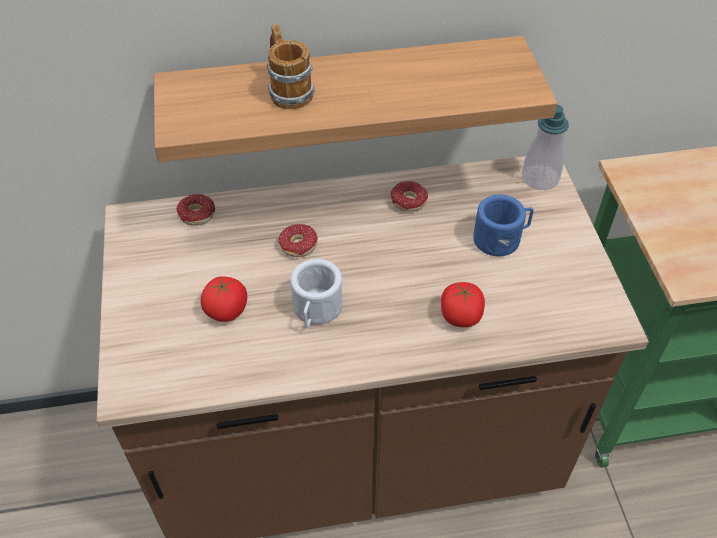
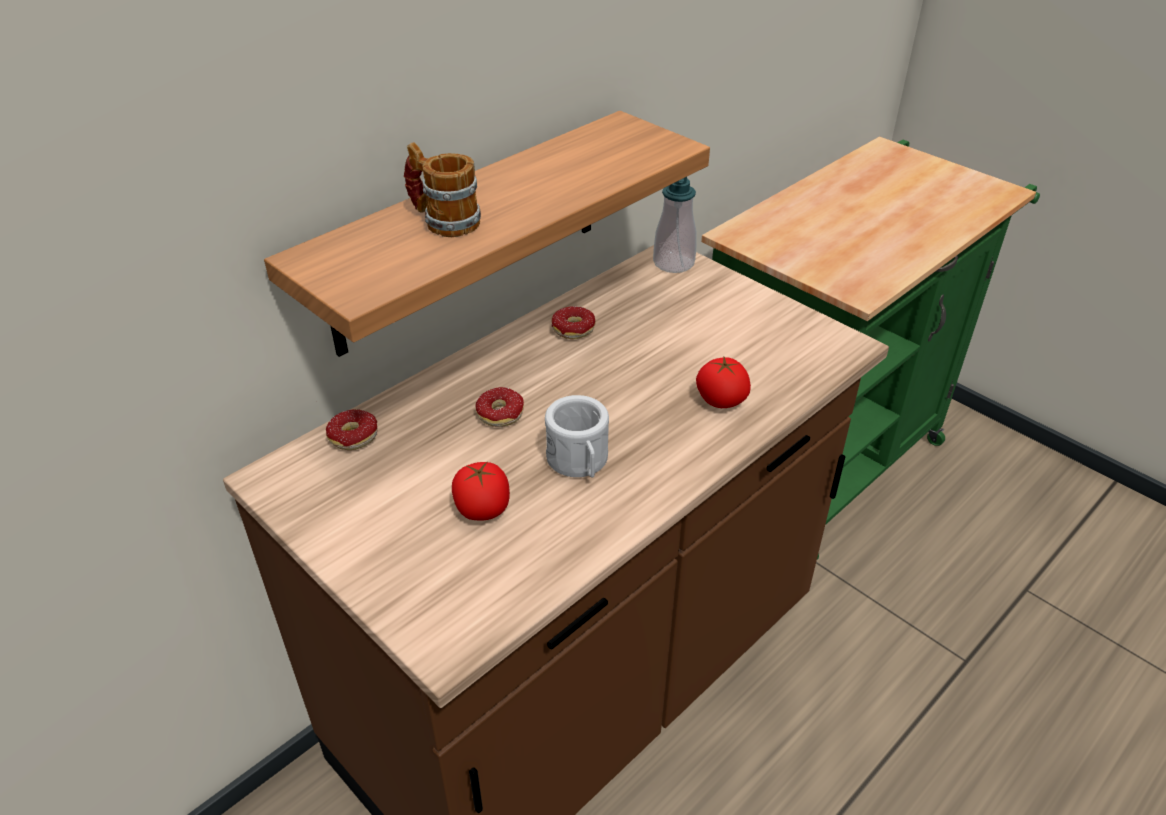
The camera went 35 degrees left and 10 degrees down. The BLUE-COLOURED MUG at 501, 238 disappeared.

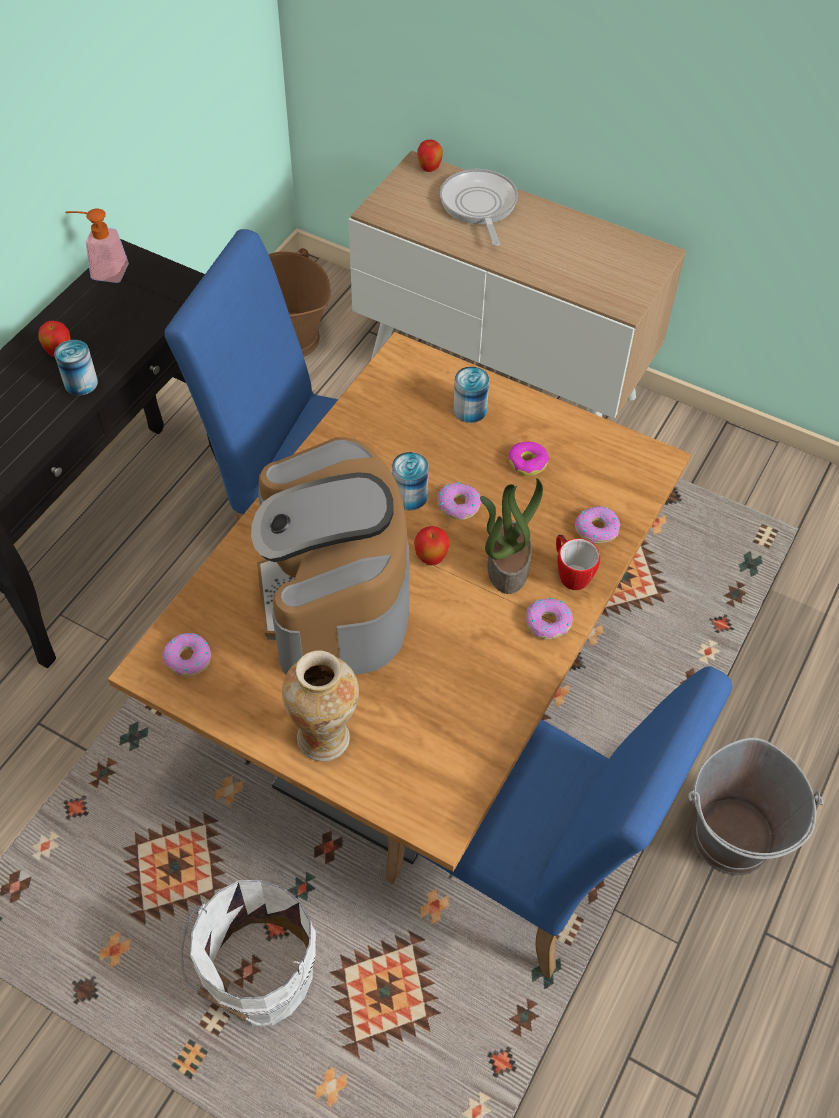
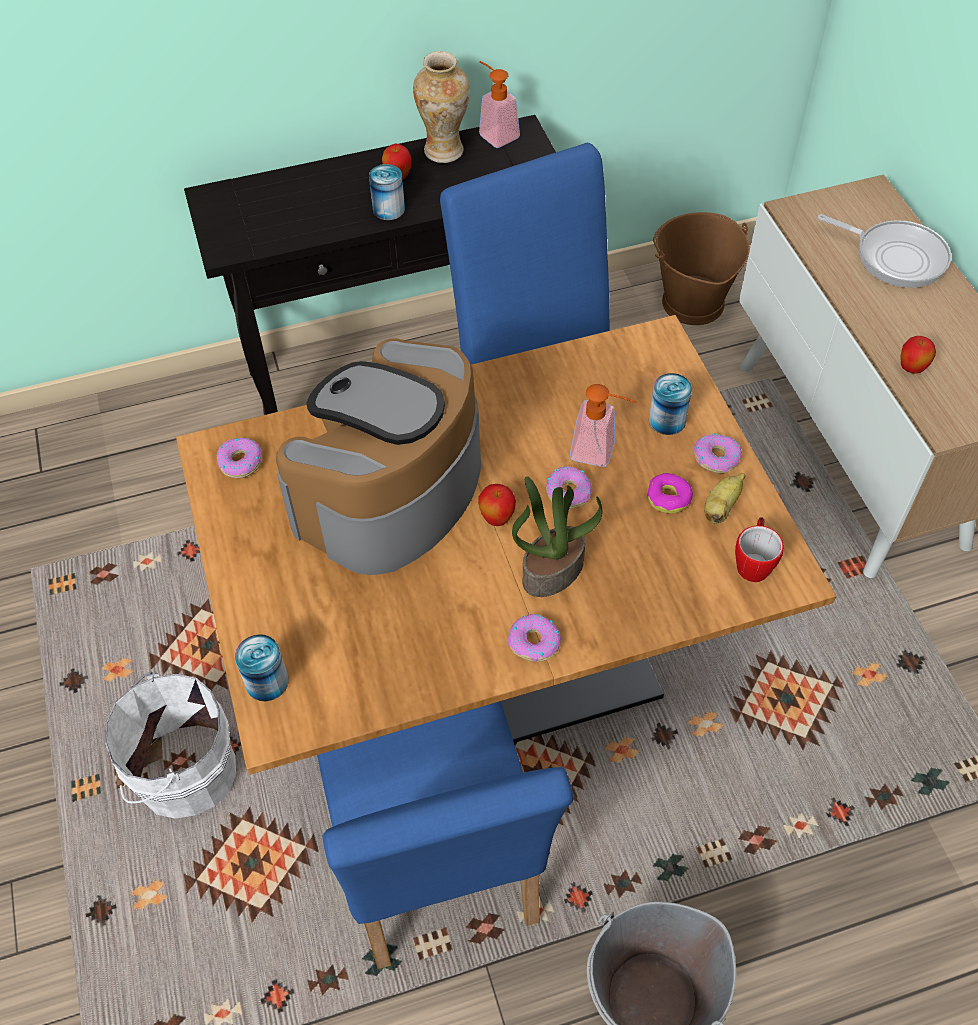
The camera went 45 degrees right and 0 degrees up. The CAN moved from 409, 496 to 267, 681. The DECORATIVE VASE moved from 325, 738 to 444, 151. The SOAP DISPENSER at 601, 452 appeared. The DOUGHNUT moved from 596, 529 to 716, 457. The BANANA at 721, 507 appeared. The MUG moved from 570, 573 to 753, 562. The FRYING PAN at 479, 206 turned 90 degrees clockwise. The APPLE moved from 429, 169 to 911, 369.

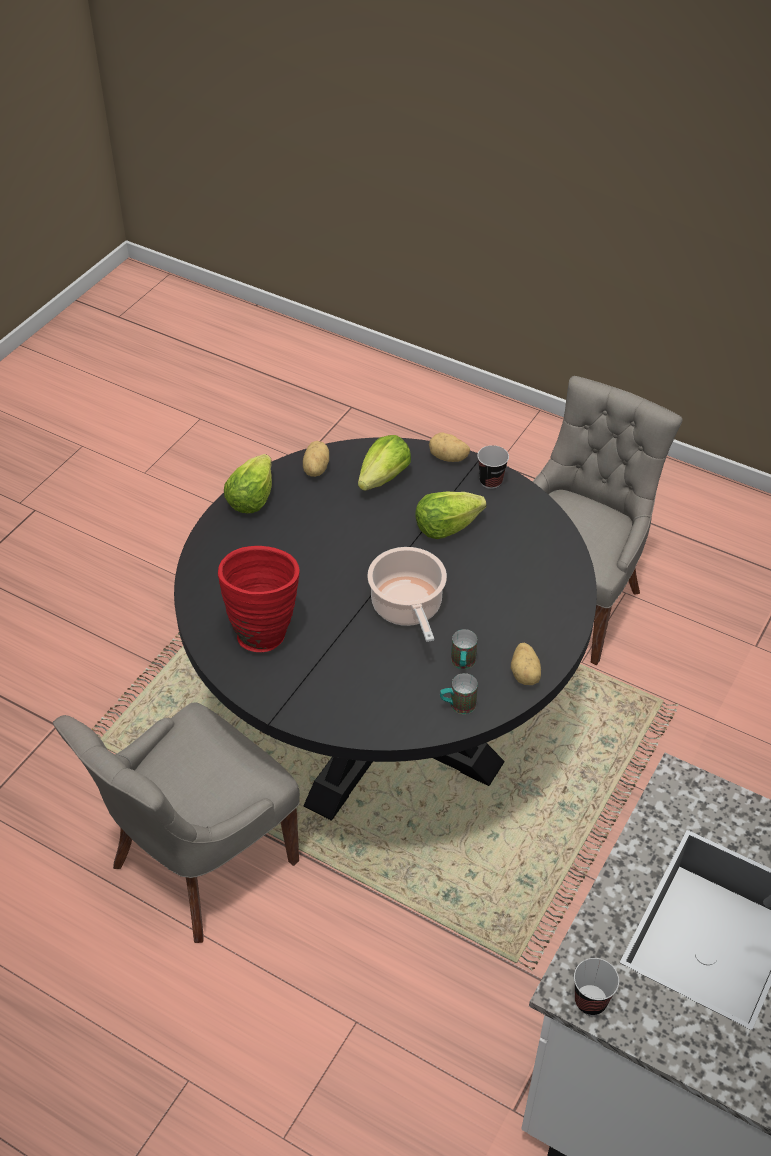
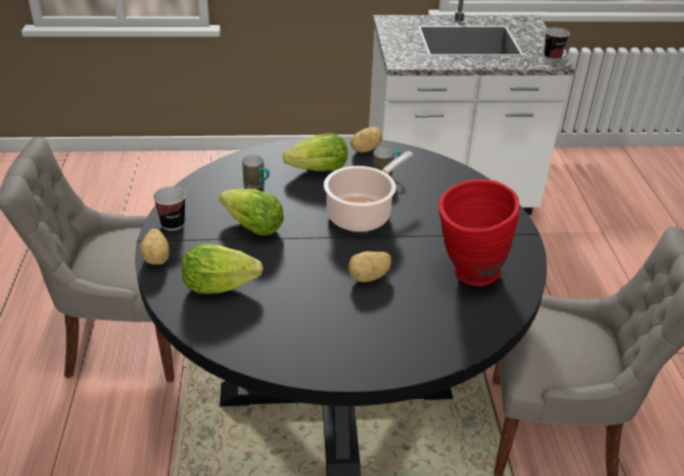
The camera went 125 degrees left and 10 degrees down. The MUG moved from 457, 705 to 257, 185. The LETTUCE moved from 251, 499 to 319, 170. The SPUD moved from 315, 469 to 369, 277.

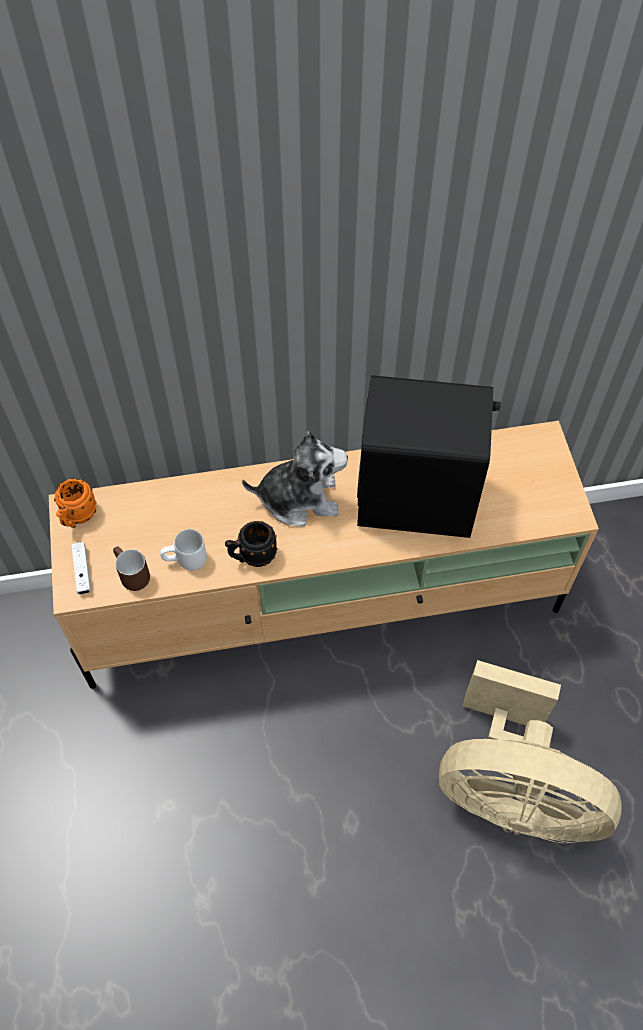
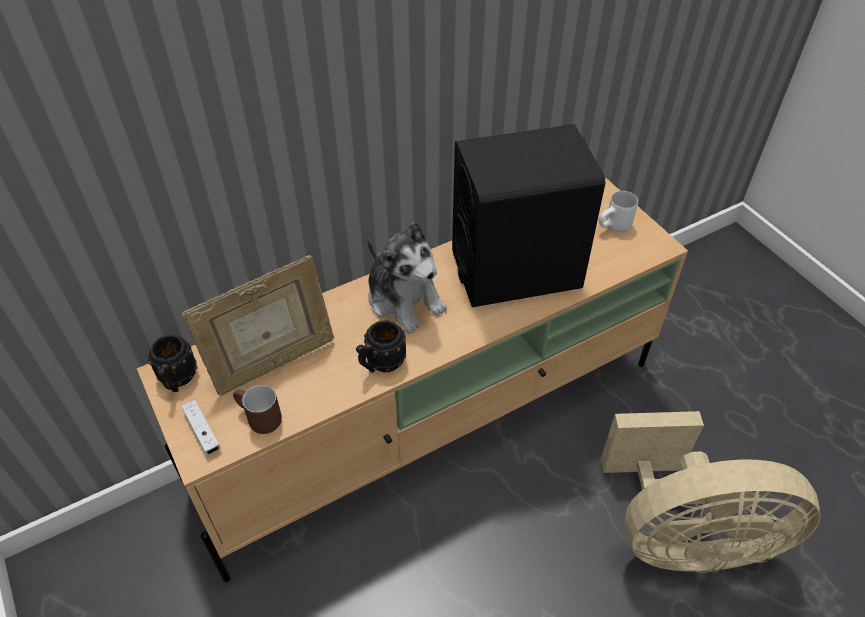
The camera went 20 degrees left and 10 degrees down. The ORANGE-COLOURED MUG at 77, 517 became the BLACK-COLOURED MUG at 177, 380. The STANDING FRAME at 273, 363 appeared. The SOFT TOY at 299, 498 turned 75 degrees clockwise. The WHITISH MUG moved from 186, 562 to 614, 228.

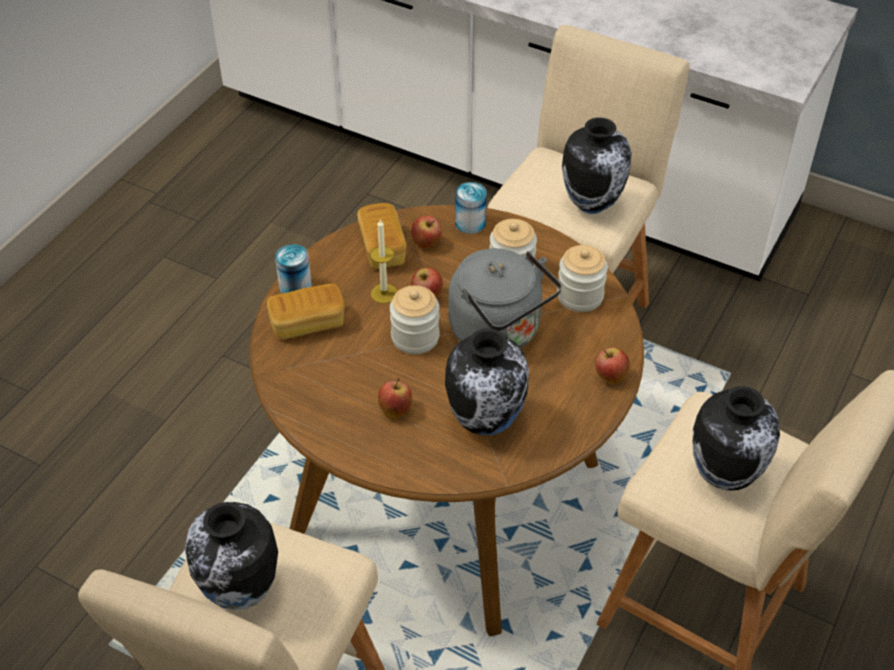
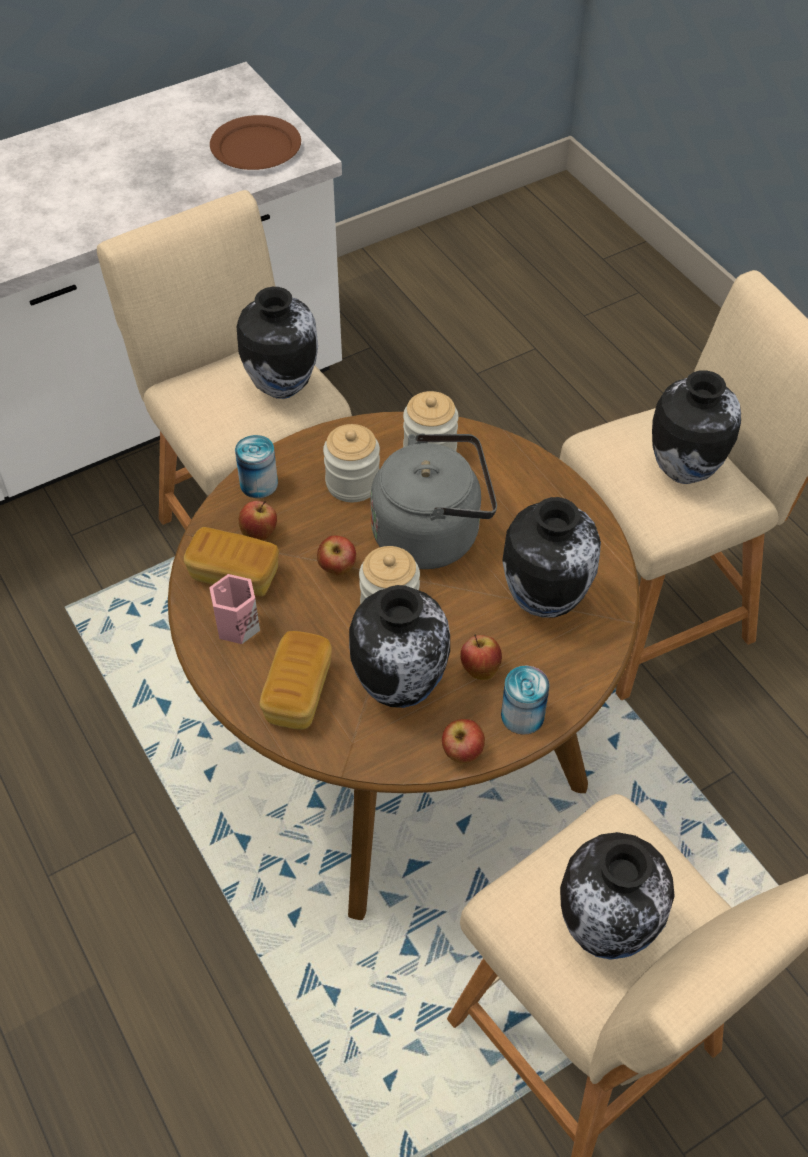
The camera went 60 degrees left and 5 degrees up. The PINK-COLOURED MUG at 235, 624 appeared. The BROWNISH FLAT DISH at 256, 147 appeared. The DECORATIVE VASE at 401, 688 appeared. The APPLE moved from 610, 376 to 462, 753. The CAN moved from 295, 286 to 522, 715. The WAX LIGHT at 384, 293 disappeared.

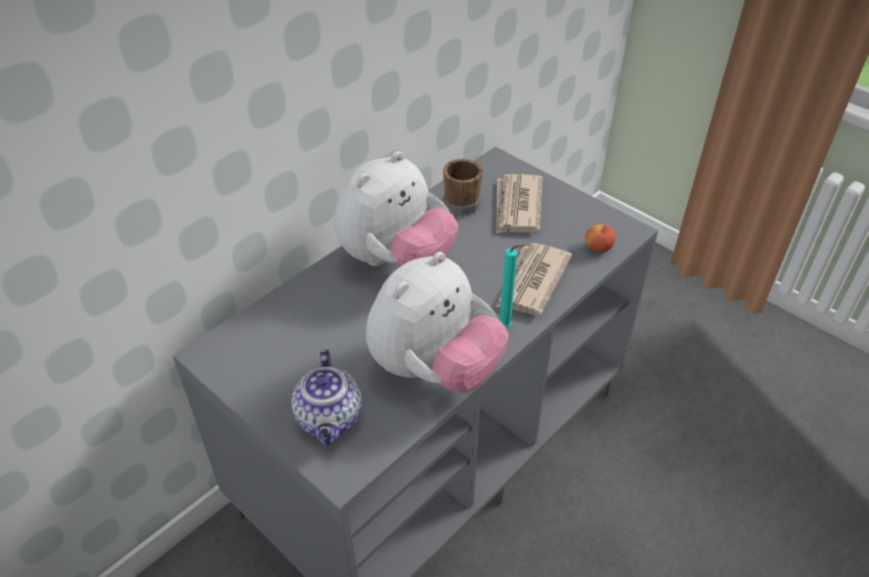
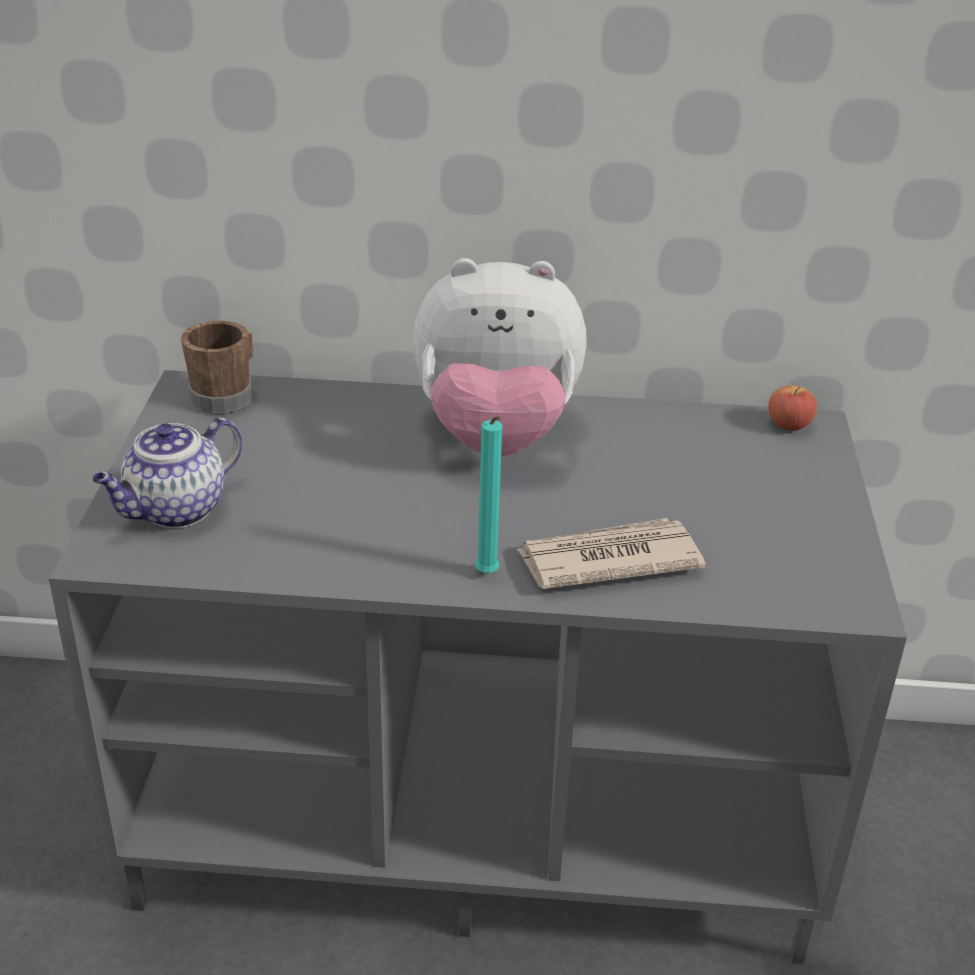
The camera went 50 degrees right and 10 degrees down. The BROWNISH MUG moved from 459, 202 to 226, 395. The APPLE moved from 598, 248 to 789, 425. The SOFT TOY at 435, 369 disappeared. The NEWSPAPER at 517, 207 disappeared.

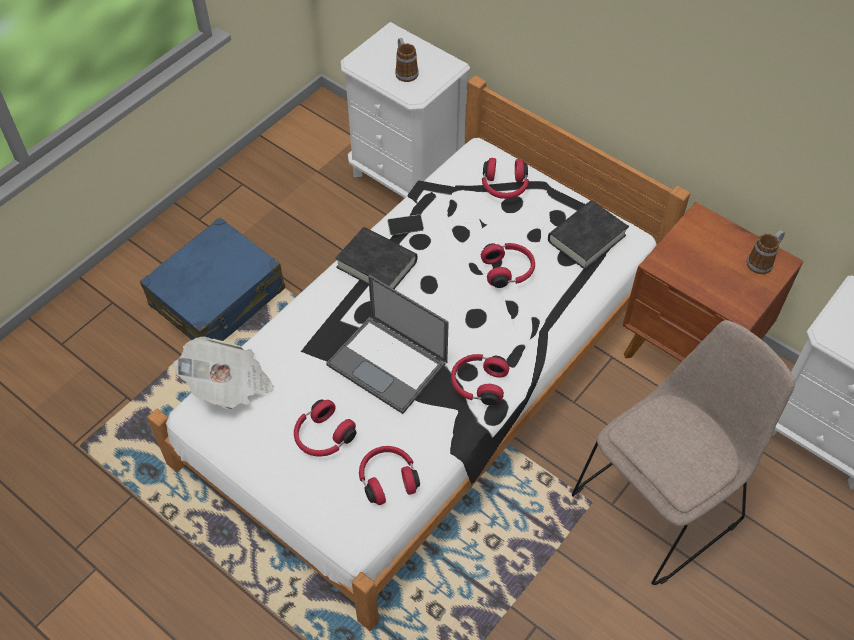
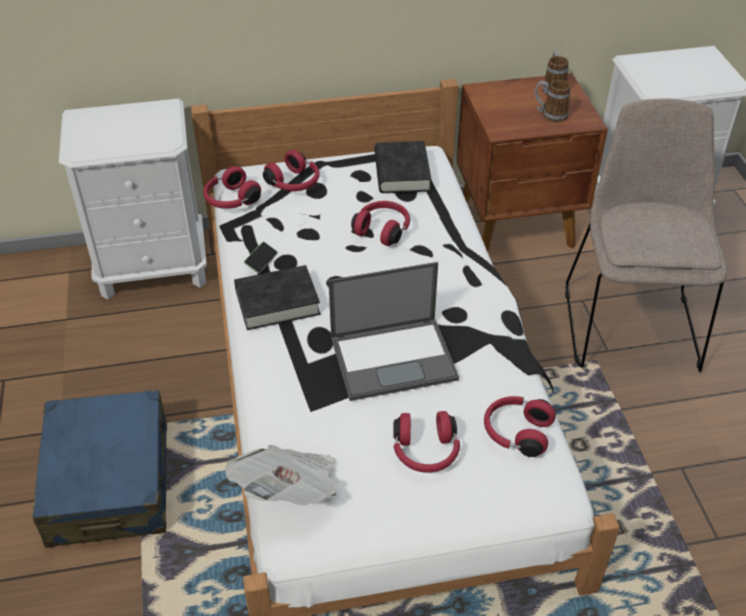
The camera went 50 degrees left and 10 degrees down. The RED-COLOURED PAIR OF HEADPHONES moved from 478, 384 to 231, 200. The MUG moved from 405, 71 to 550, 114.

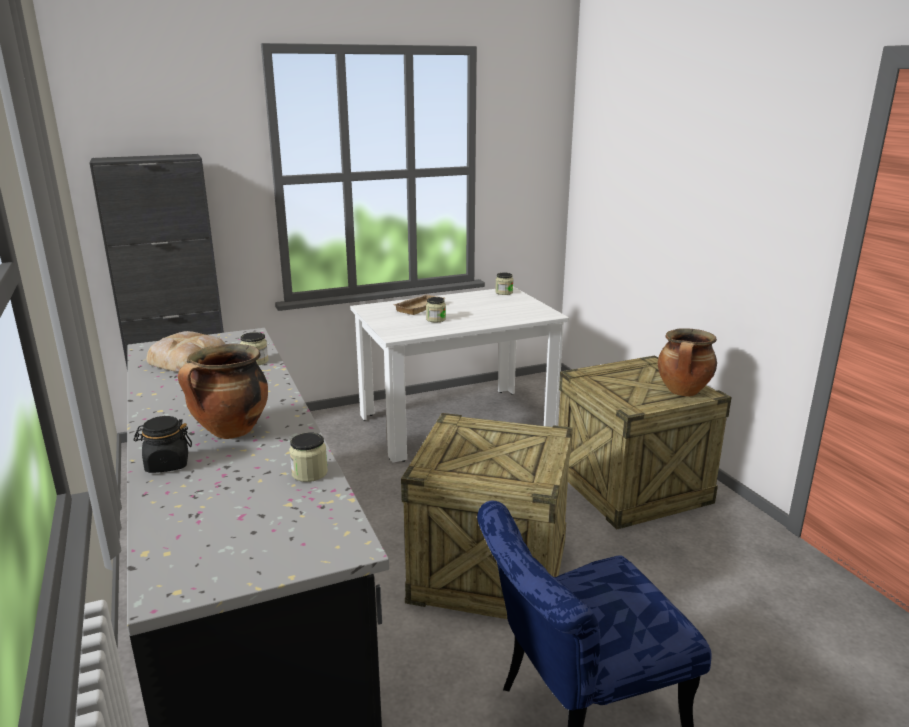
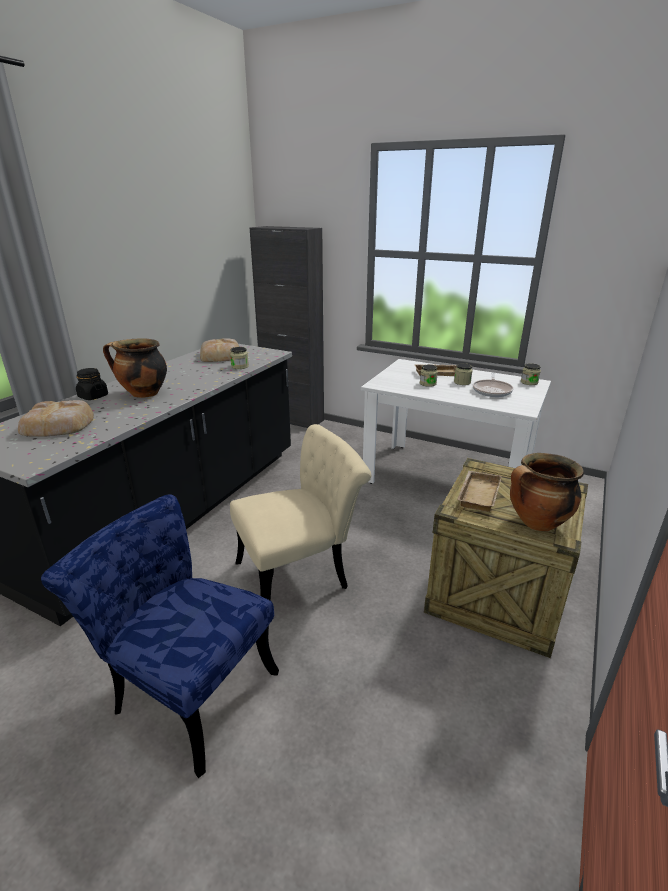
The camera went 50 degrees right and 5 degrees up. The BAKERY BREAD at 59, 425 appeared. The PACKING CRATE at 490, 569 was replaced by the BEIGE PLAIN CHAIR at 301, 574. The JAR moved from 309, 473 to 462, 382. The BEIGE SERVING TRAY at 477, 494 appeared. The FRYING PAN at 492, 390 appeared.

